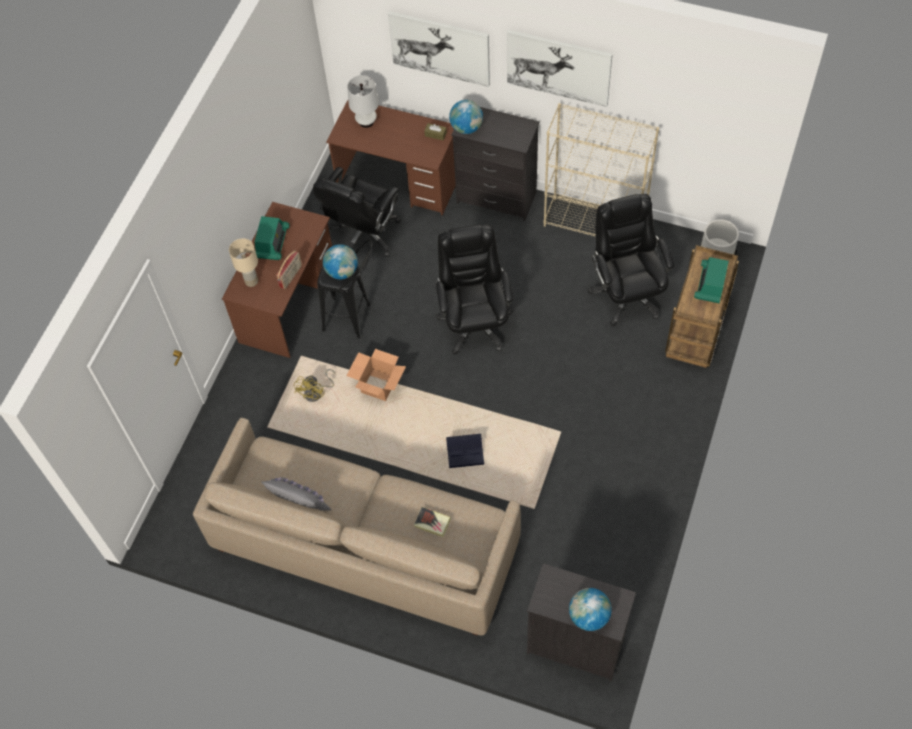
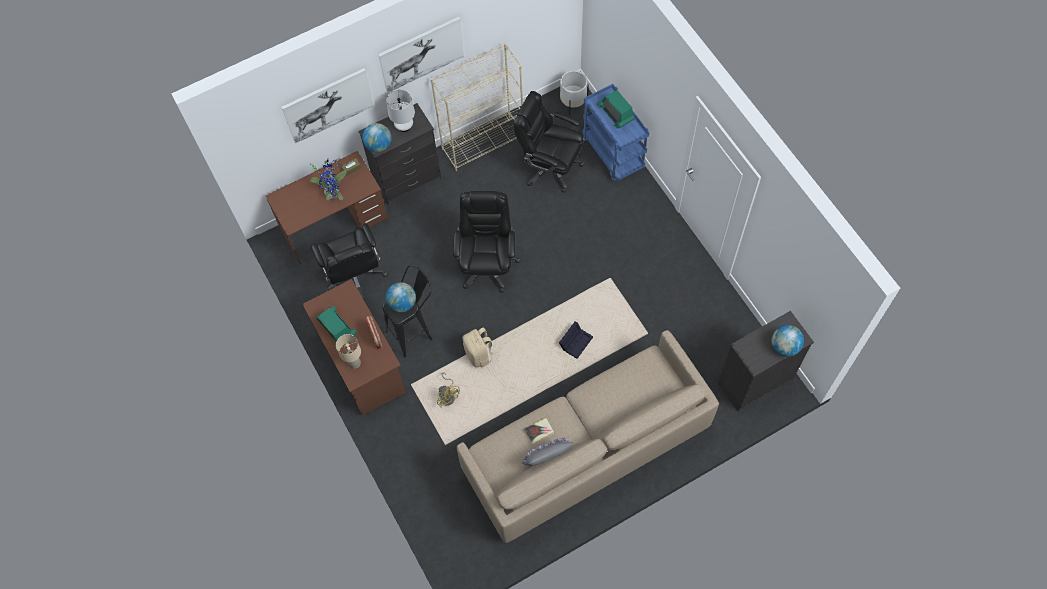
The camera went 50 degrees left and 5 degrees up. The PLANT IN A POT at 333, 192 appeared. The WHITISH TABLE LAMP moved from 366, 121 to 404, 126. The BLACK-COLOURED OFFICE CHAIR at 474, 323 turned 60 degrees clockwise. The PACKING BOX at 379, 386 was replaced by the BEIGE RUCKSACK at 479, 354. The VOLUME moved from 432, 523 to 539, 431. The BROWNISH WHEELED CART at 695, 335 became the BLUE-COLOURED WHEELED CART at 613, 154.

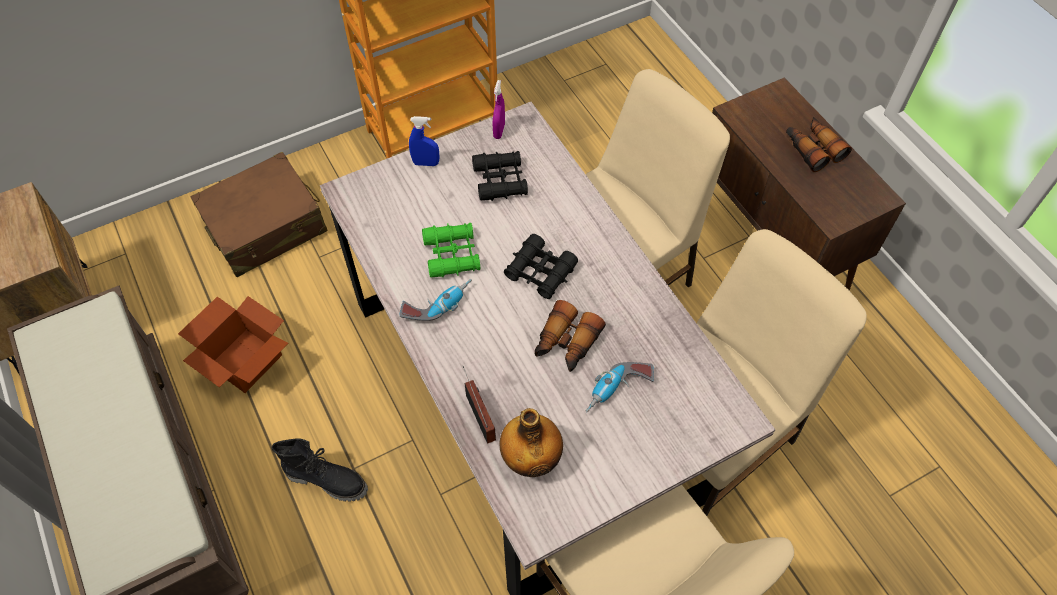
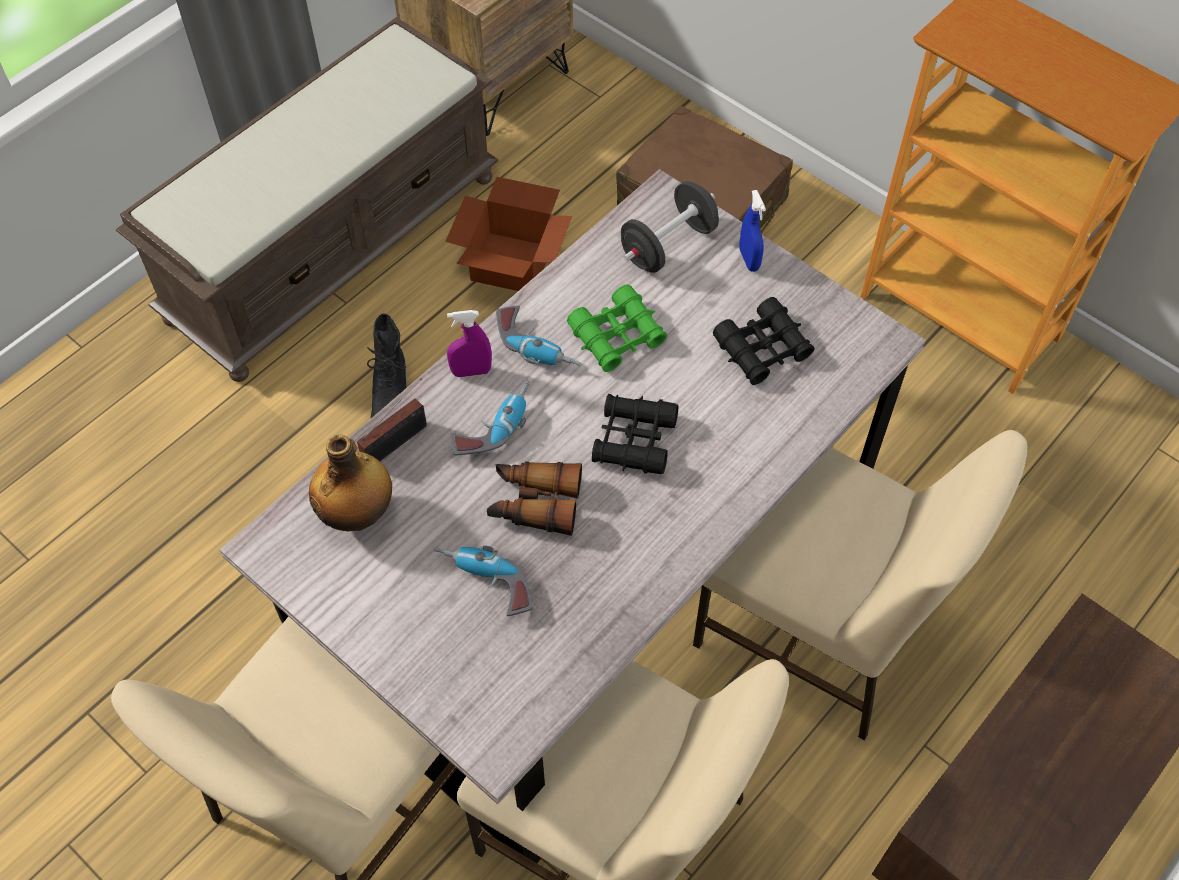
The camera went 70 degrees right and 0 degrees up. The PURPLE-COLOURED SPRAY BOTTLE moved from 499, 131 to 471, 371. The POWER DRILL at 494, 425 appeared. The BLACK-COLOURED FREE WEIGHT at 668, 245 appeared. The BINOCULARS at 812, 149 disappeared.

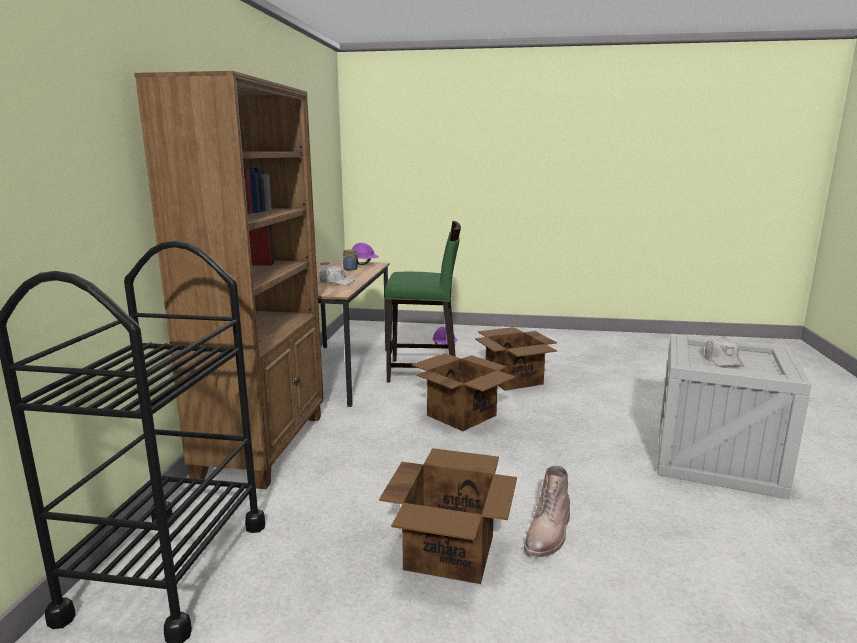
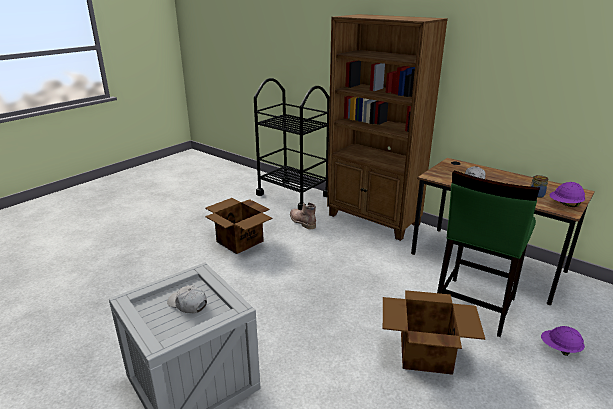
The camera went 120 degrees right and 10 degrees up. The BROWNISH TALL BOOT moved from 549, 534 to 301, 221. The PACKING BOX at 461, 415 disappeared.

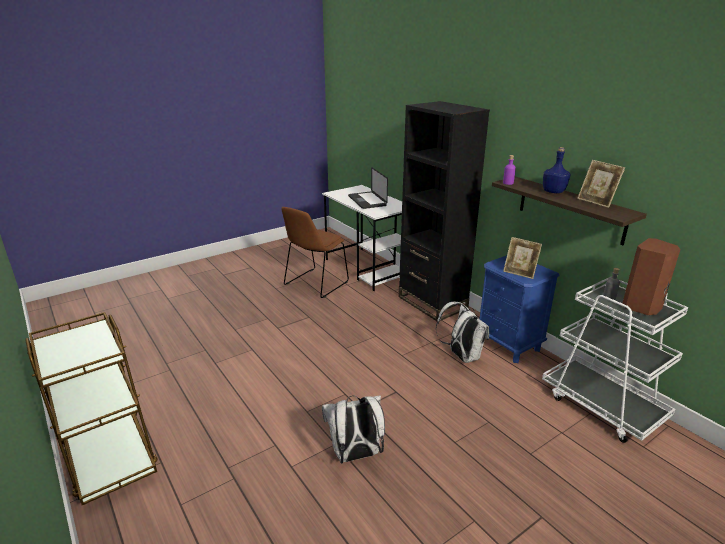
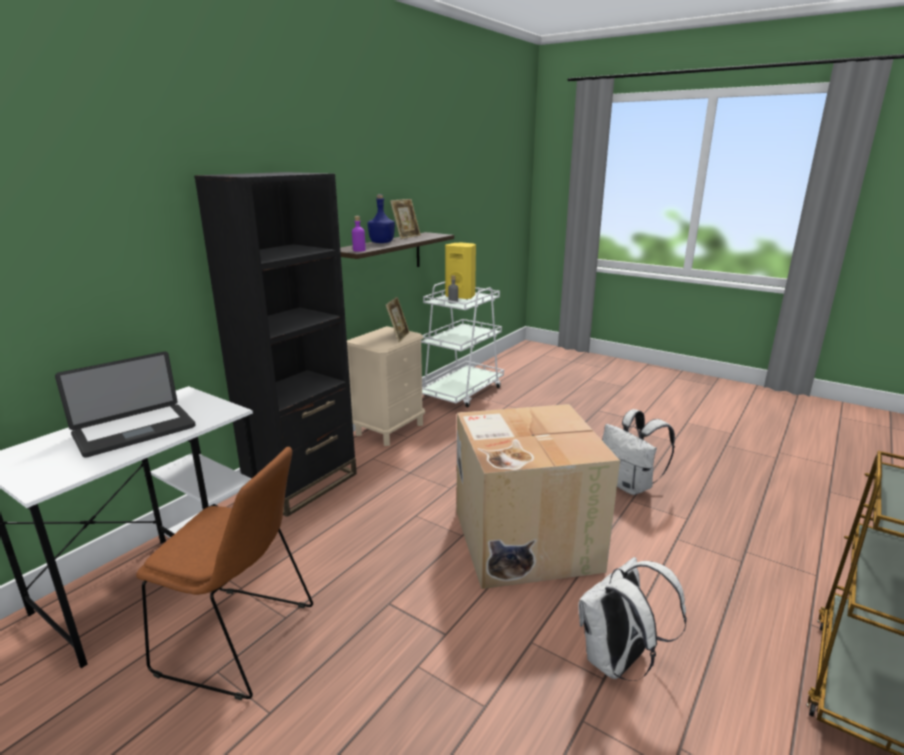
The camera went 110 degrees left and 5 degrees down. The BLUE-COLOURED BEDSIDE TABLE at 508, 344 became the BEIGE BEDSIDE TABLE at 389, 429. The BROWNISH SPEAKER at 642, 307 became the YELLOW SPEAKER at 461, 296. The PACKING BOX at 523, 539 appeared. The WHITISH RUCKSACK moved from 461, 356 to 617, 662.

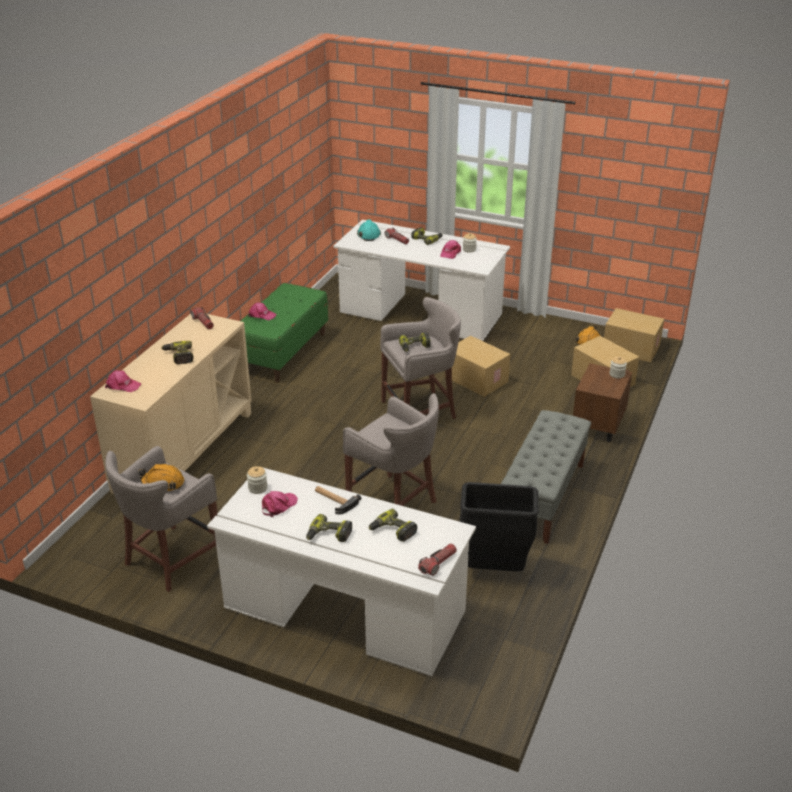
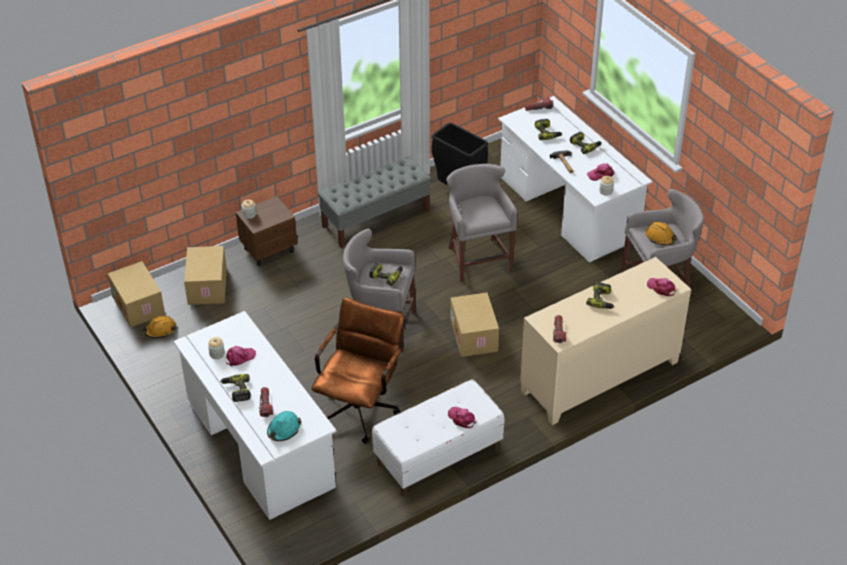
The camera went 145 degrees left and 10 degrees up. The BROWNISH OFFICE CHAIR at 361, 406 appeared. The GREEN-COLOURED BENCH at 283, 352 became the WHITISH BENCH at 438, 456. The PACKING BOX moved from 475, 379 to 475, 336.

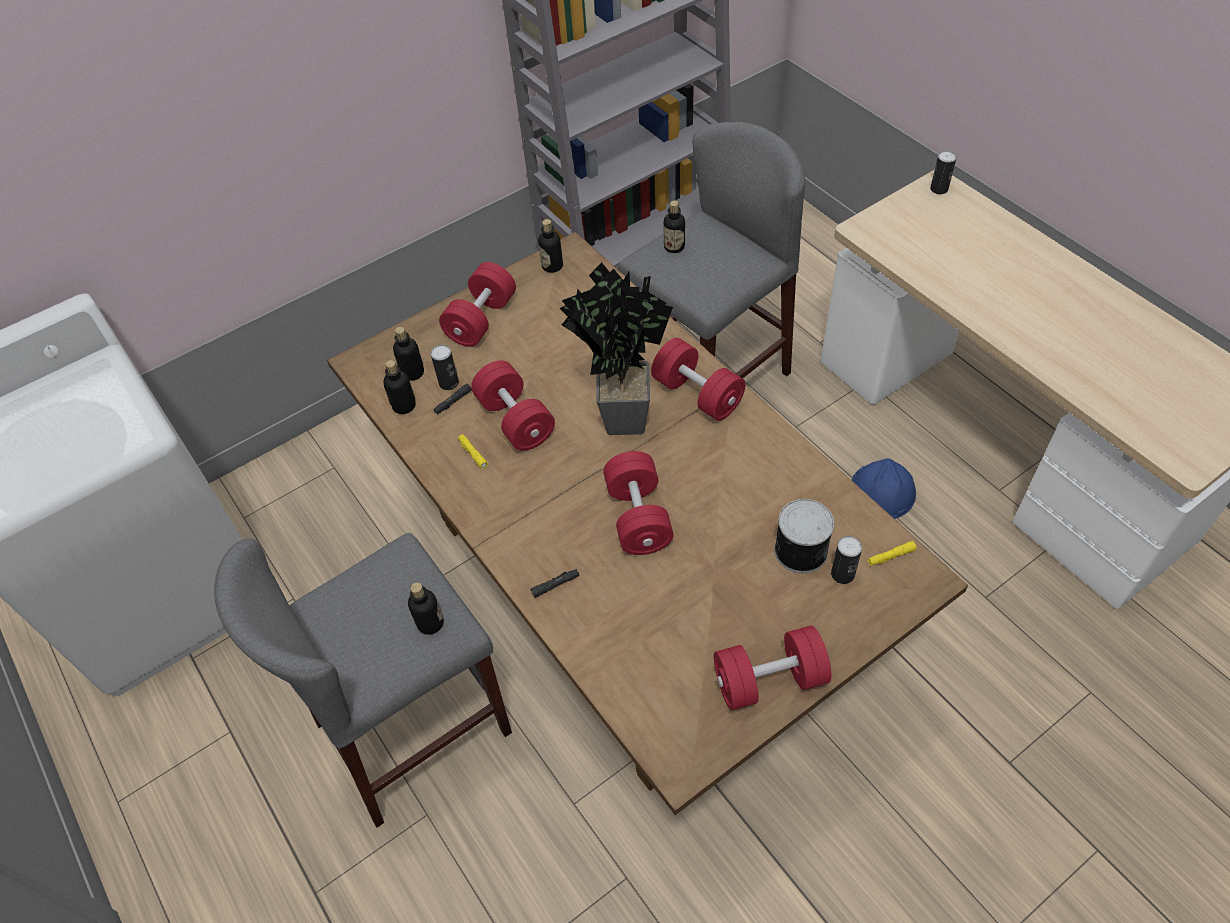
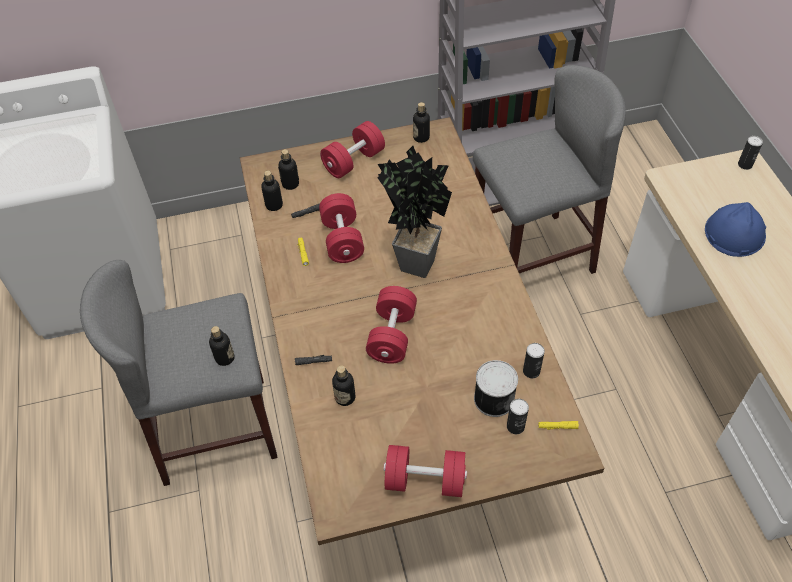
The camera went 20 degrees right and 0 degrees up. The BOTTLE moved from 674, 247 to 345, 397. The CAN moved from 449, 383 to 531, 371. The BLUE-COLOURED SAFETY HELMET moved from 882, 491 to 734, 233. The RED-COLOURED FREE WEIGHT at 697, 394 disappeared.

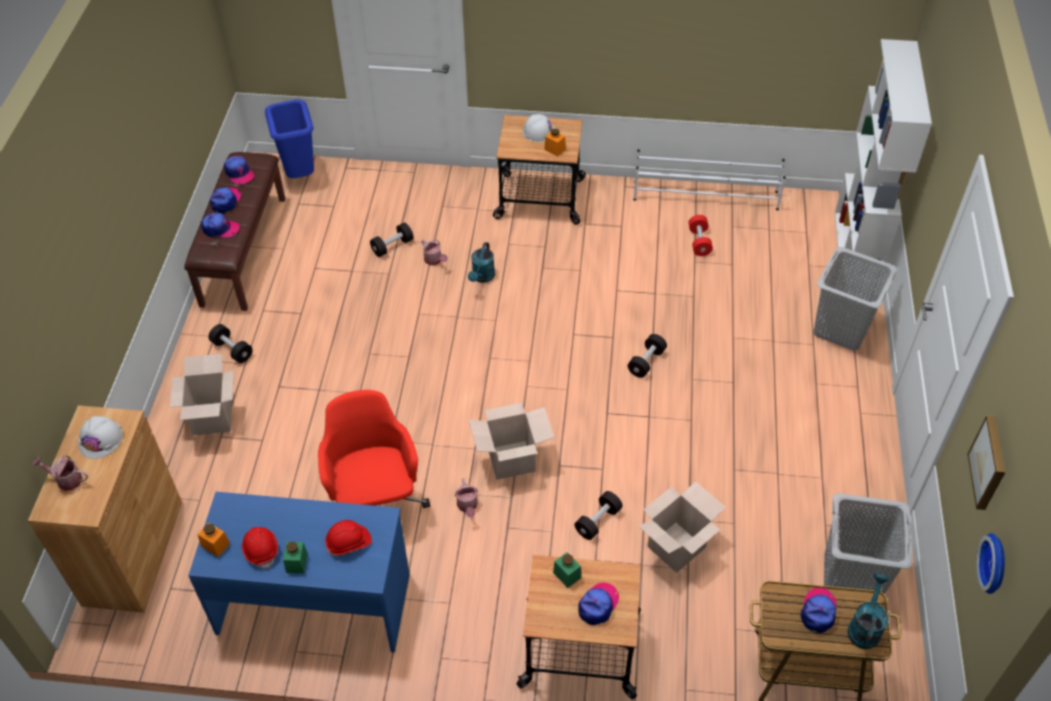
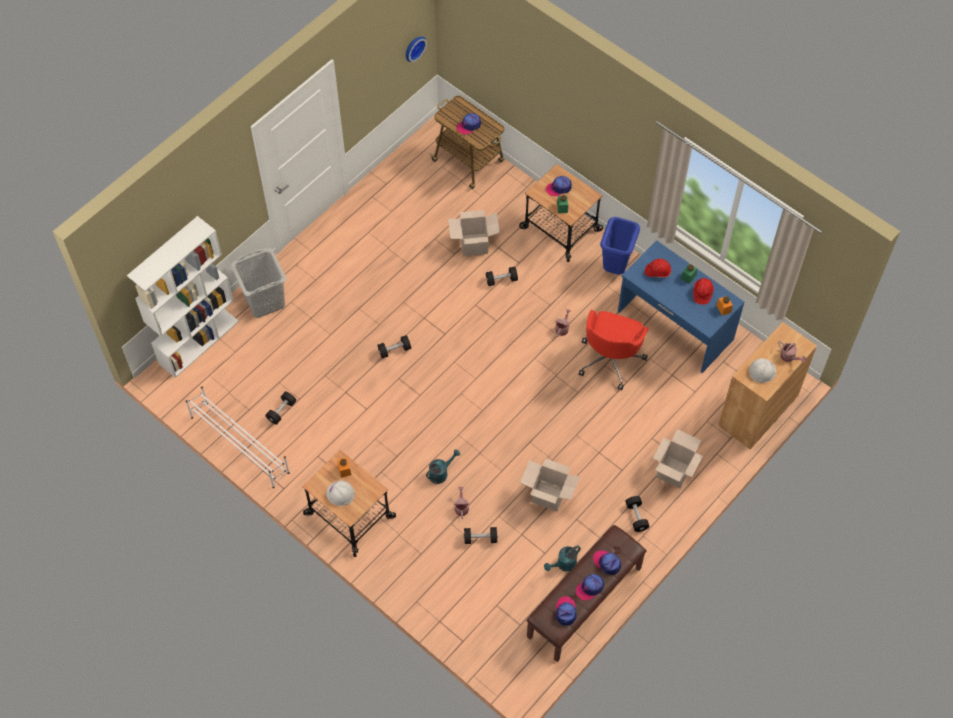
The camera went 145 degrees left and 10 degrees up. The RED-COLOURED FREE WEIGHT at 699, 242 became the BLACK-COLOURED FREE WEIGHT at 281, 411. The PACKING BOX moved from 511, 460 to 548, 495. The TURQUOISE-COLOURED WATERING POT moved from 865, 626 to 563, 565. The BLUE-COLOURED RUBBISH BIN moved from 300, 176 to 615, 267. The GREYISH LAUNDRY BASKET at 852, 577 disappeared. The WALL ART at 990, 463 disappeared.

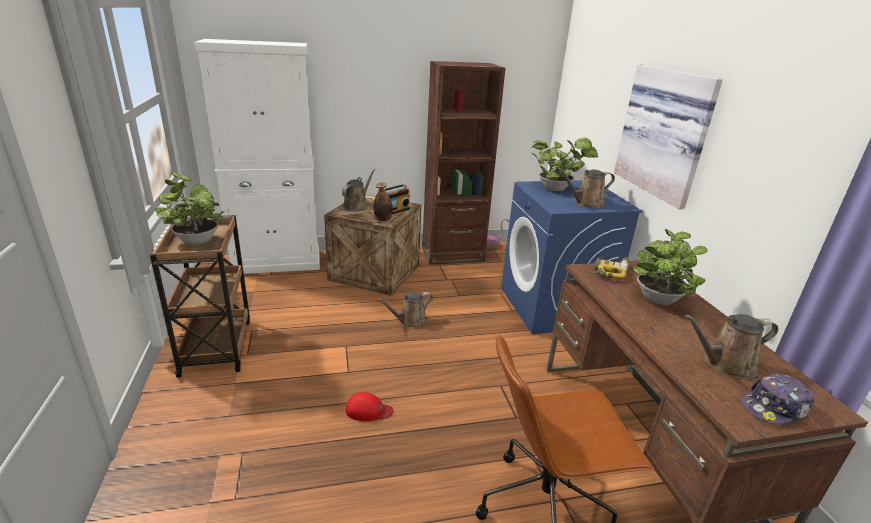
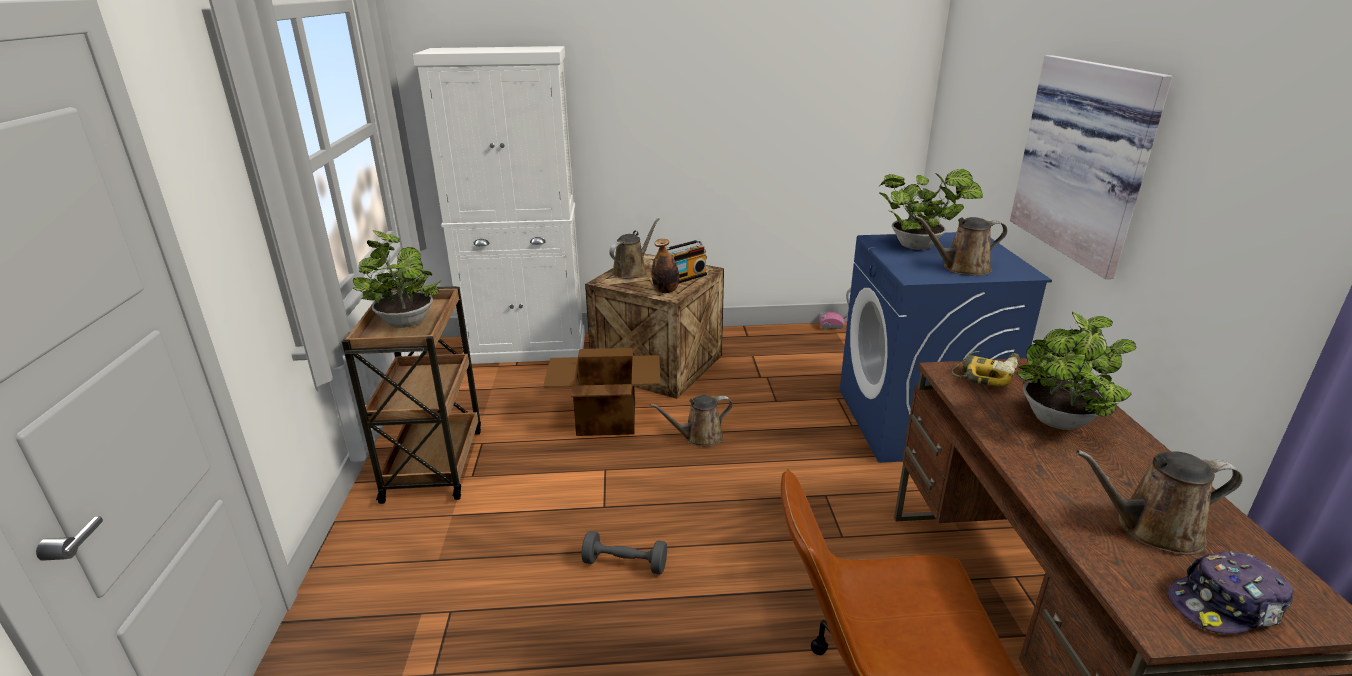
The camera went 10 degrees right and 0 degrees up. The PACKING BOX at 605, 418 appeared. The RED-COLOURED BASEBALL CAP at 368, 410 was replaced by the GREYISH FREE WEIGHT at 625, 564. The BROWNISH SHELVING UNIT at 452, 254 disappeared.

